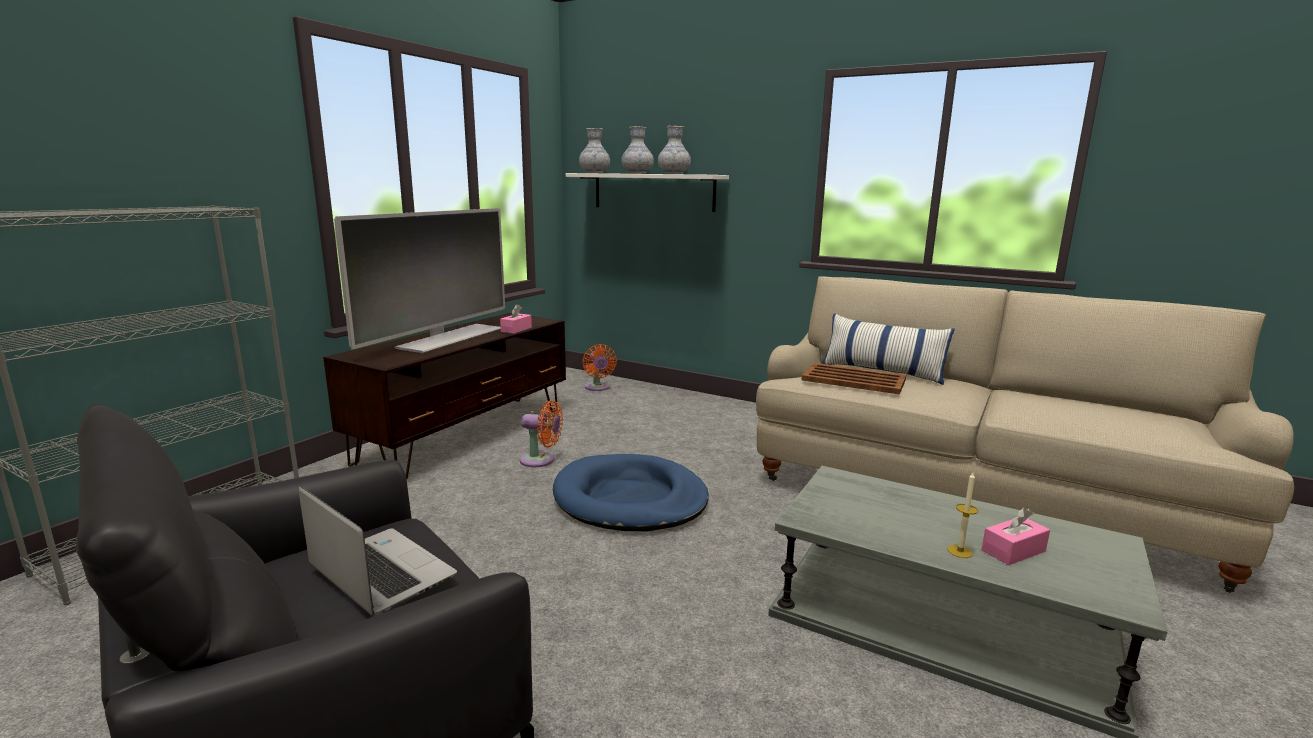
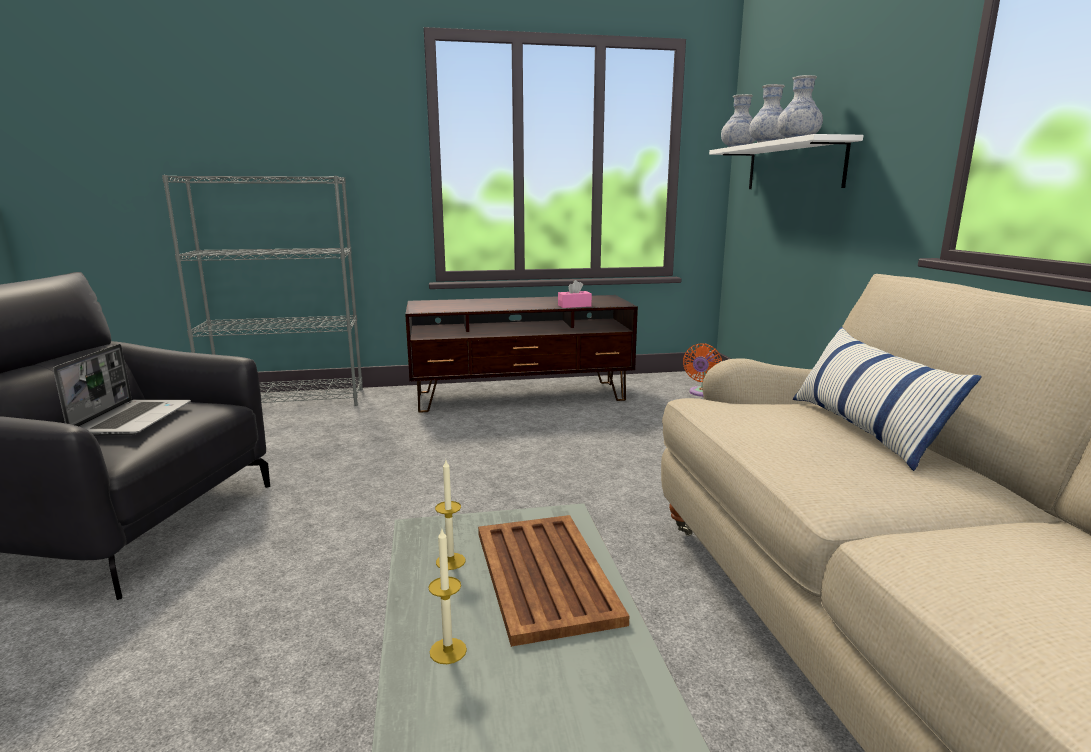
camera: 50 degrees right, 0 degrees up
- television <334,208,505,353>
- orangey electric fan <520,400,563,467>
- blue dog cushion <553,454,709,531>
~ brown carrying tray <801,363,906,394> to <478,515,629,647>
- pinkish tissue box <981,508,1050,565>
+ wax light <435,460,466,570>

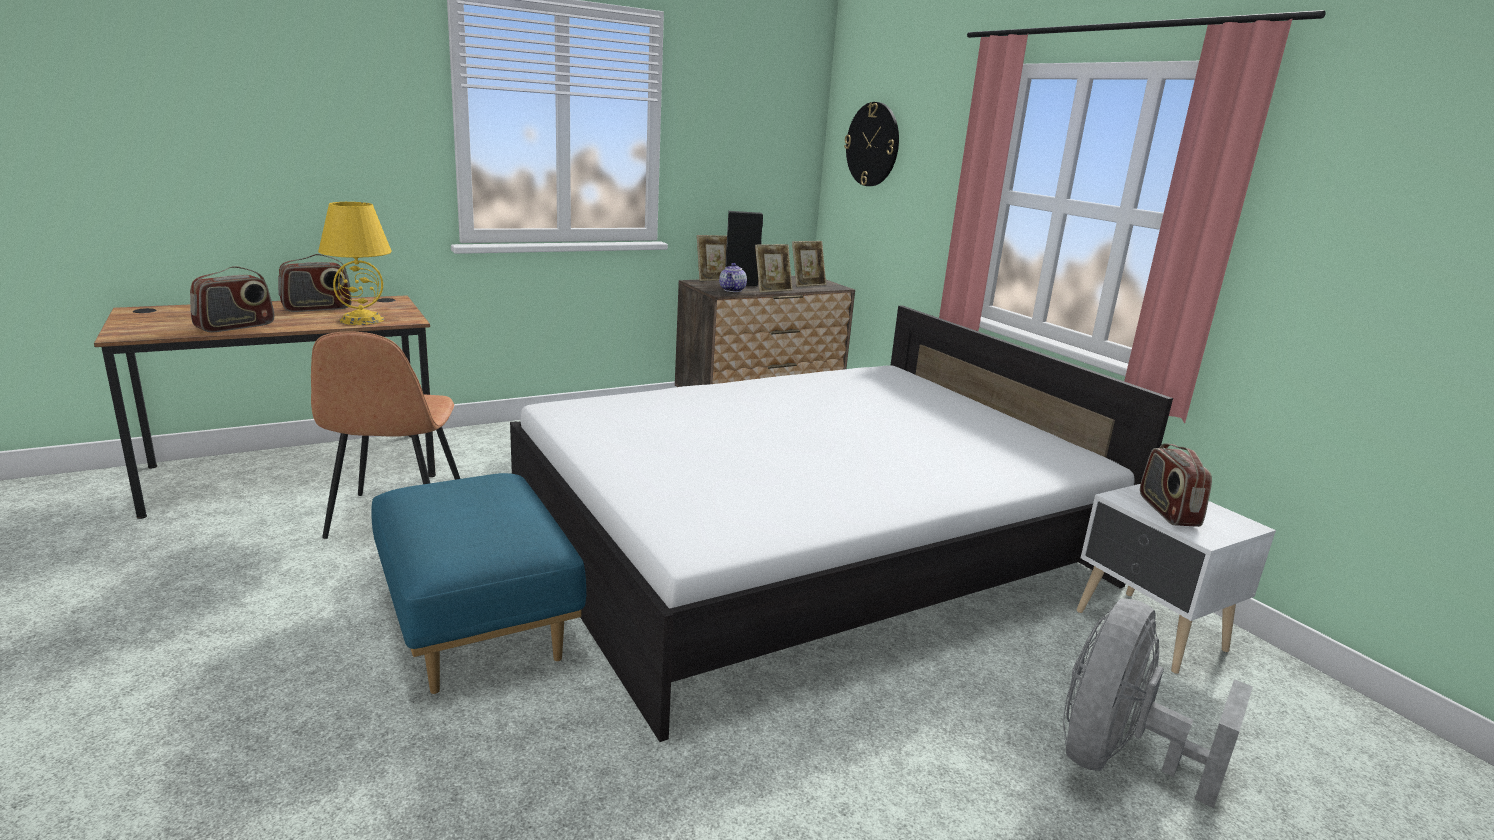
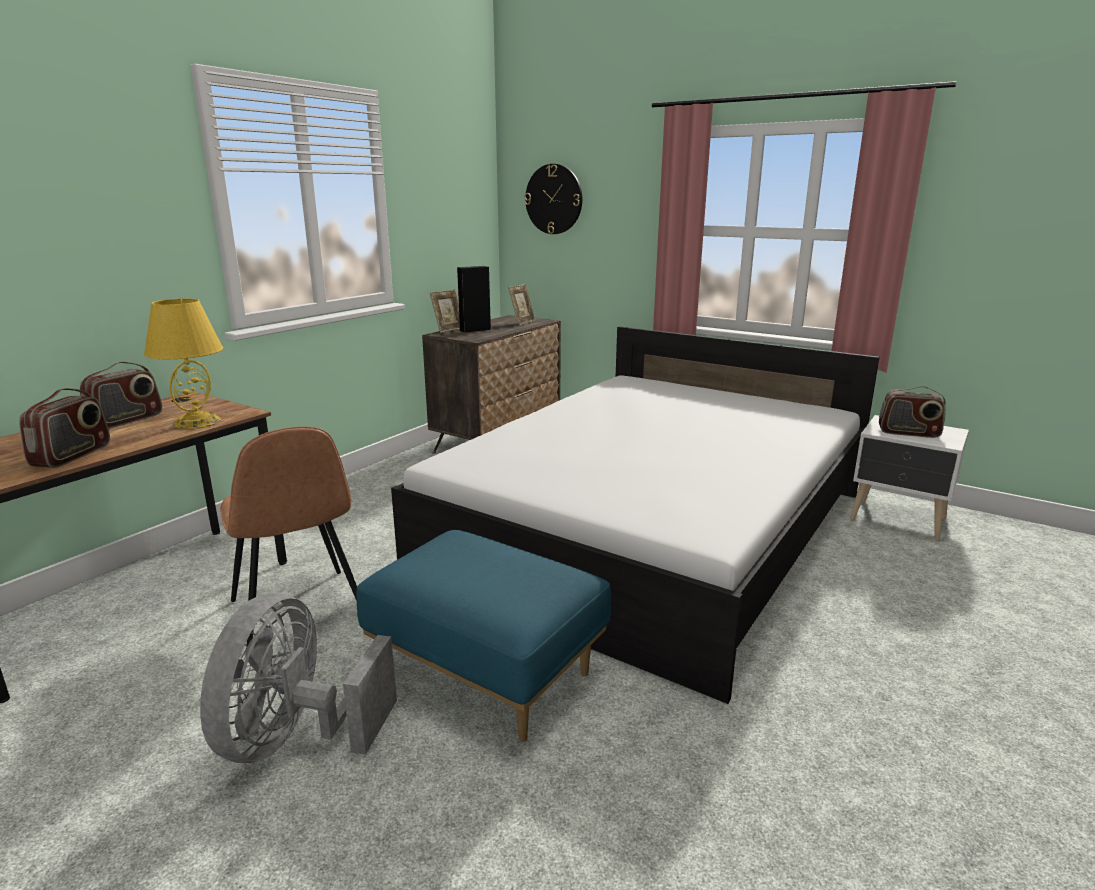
camera: 25 degrees left, 0 degrees up
- pot for tea <719,263,747,292>
- picture frame <755,244,793,293>
~ grey electric fan <1063,598,1253,808> to <200,593,397,763>
~ radio receiver <1140,443,1212,527> = <879,386,946,438> 45 degrees counterclockwise

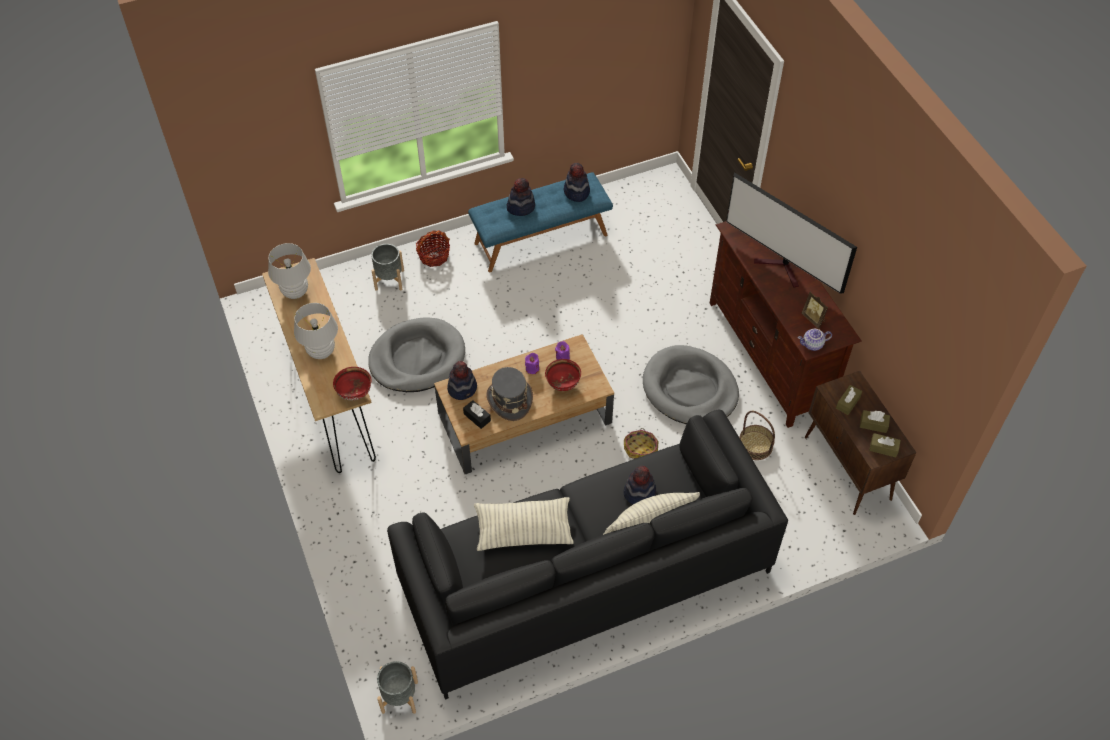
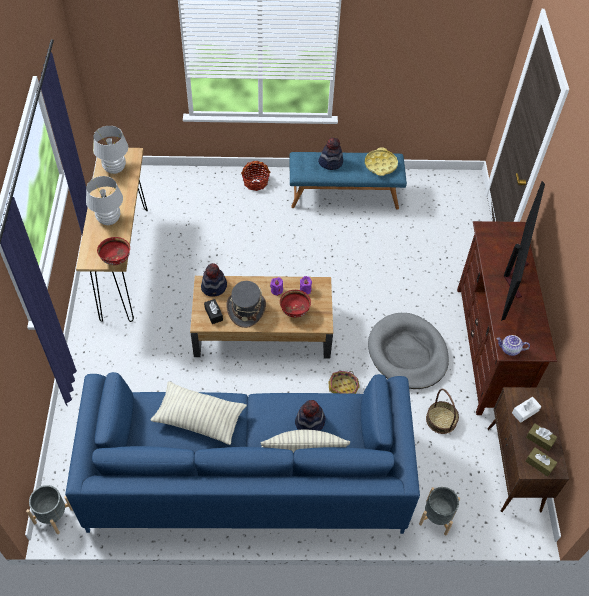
camera: 20 degrees right, 0 degrees up
- grey dog cushion <368,318,465,392>
~ grey planter <371,244,404,290> to <419,487,460,535>
~ blackish couch <387,409,788,700> to blue couch <65,372,420,534>
~ hat <564,163,590,202> to yellowish carrying tray <365,147,398,176>
~ television <726,172,857,293> = <501,181,545,321> 135 degrees counterclockwise
- picture frame <801,291,828,329>
~ brown tissue box <836,385,862,415> to whitish tissue box <512,397,541,423>

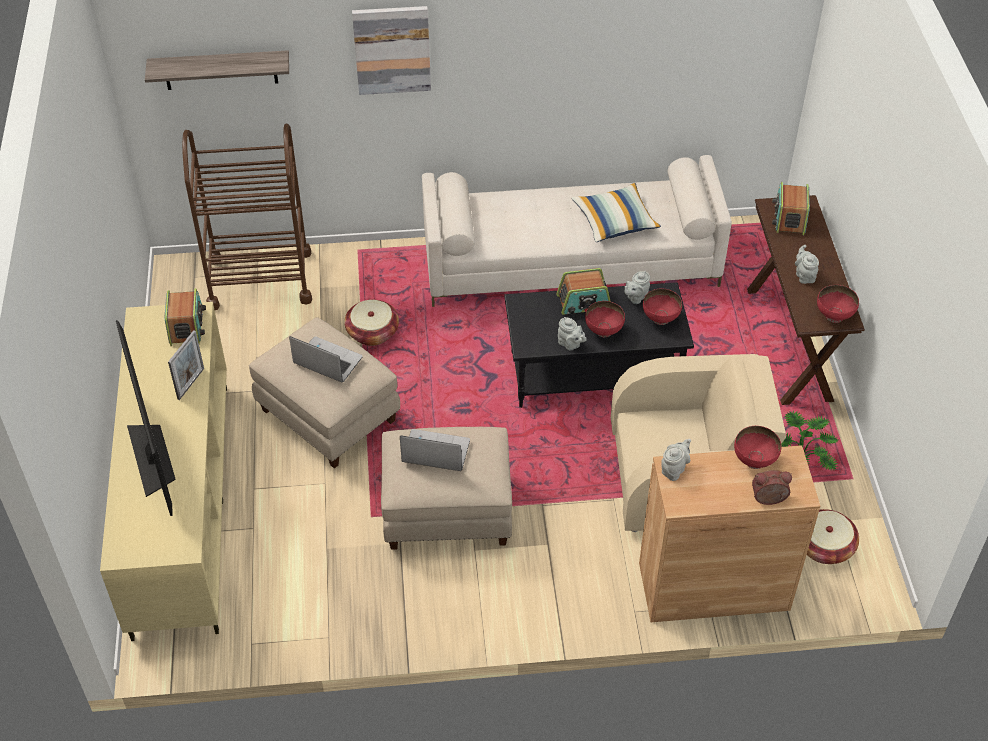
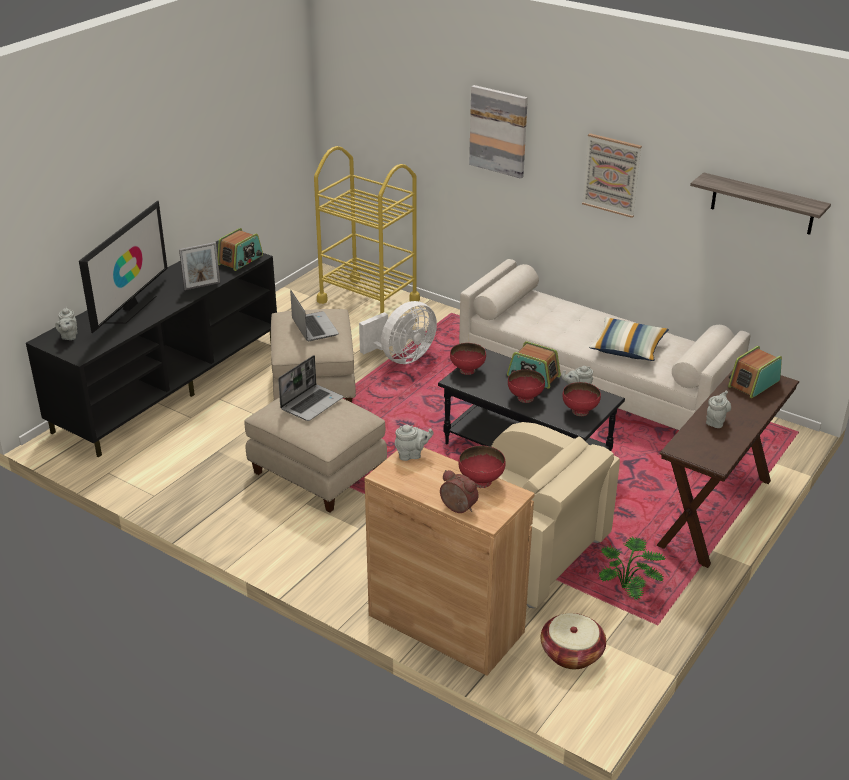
camera: 40 degrees right, 15 degrees down
~ sand-coloured tv stand <100,302,227,641> to blackish tv stand <26,240,277,457>
~ bracket shelf <145,50,289,90> to <690,173,831,235>
~ brown trolley <182,124,312,310> to yellowish trolley <314,146,420,314>
~ household basket <344,300,399,346> to whitish electric fan <359,301,437,364>
~ portable computer <400,429,470,471> = <278,355,343,421> 75 degrees clockwise
~ grey pot for tea <558,317,587,351> to <55,307,78,340>
~ reddish deep dish <817,285,859,323> to <450,343,486,375>
+ wall picture <582,133,642,218>

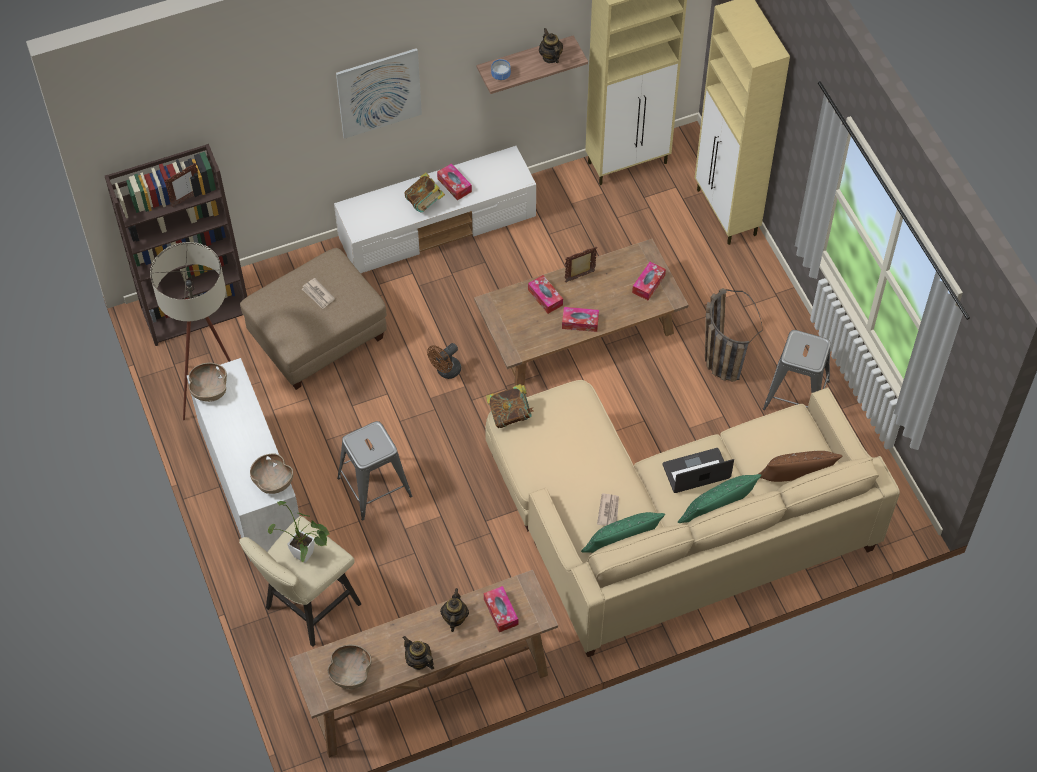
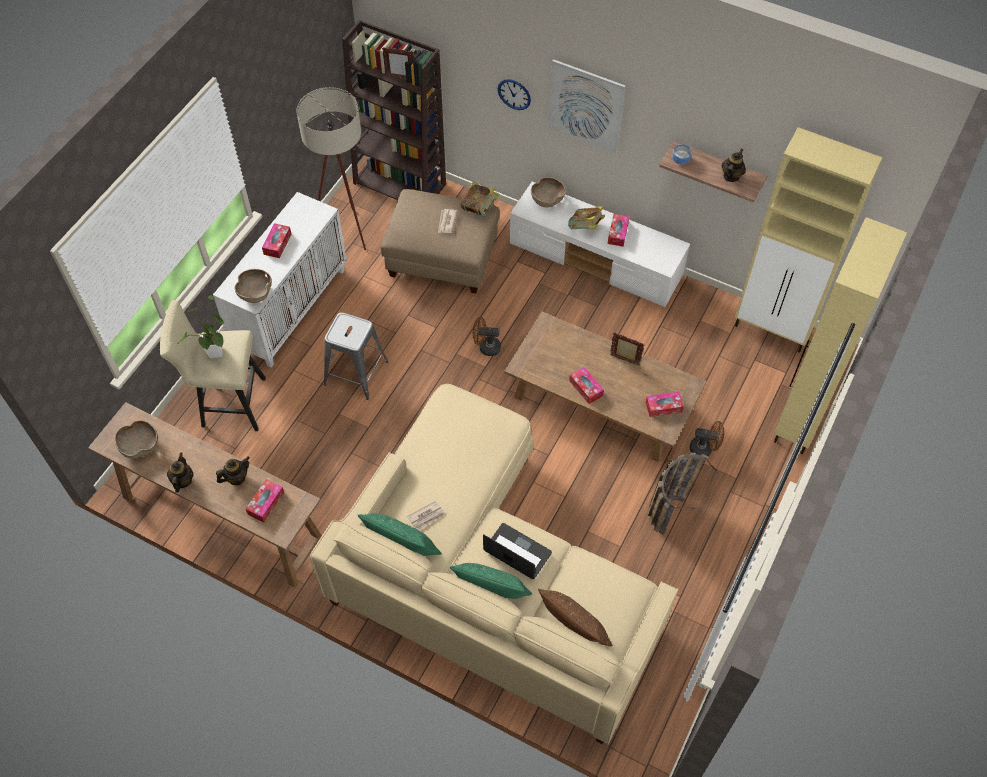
camera: 50 degrees right, 0 degrees up
~ brown deep dish <189,363,227,402> to <531,177,566,208>
~ bound book <486,384,534,428> to <461,182,500,216>
~ tissue box <528,275,563,314> to <262,223,291,258>
- grey stool <763,330,831,410>
+ clock on the wall <497,79,531,110>
+ brown electric fan <690,421,724,457>

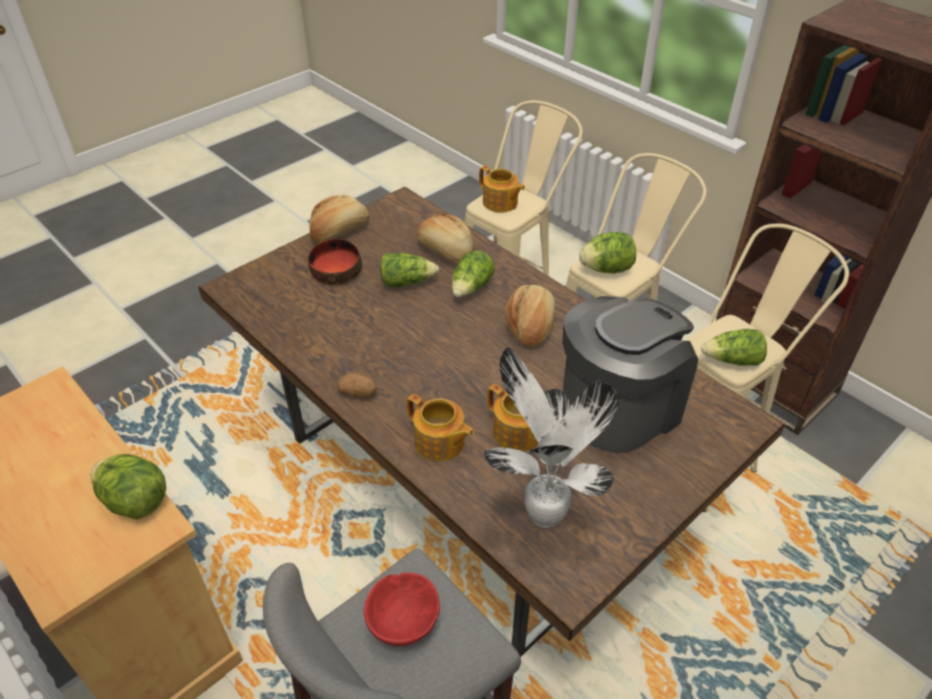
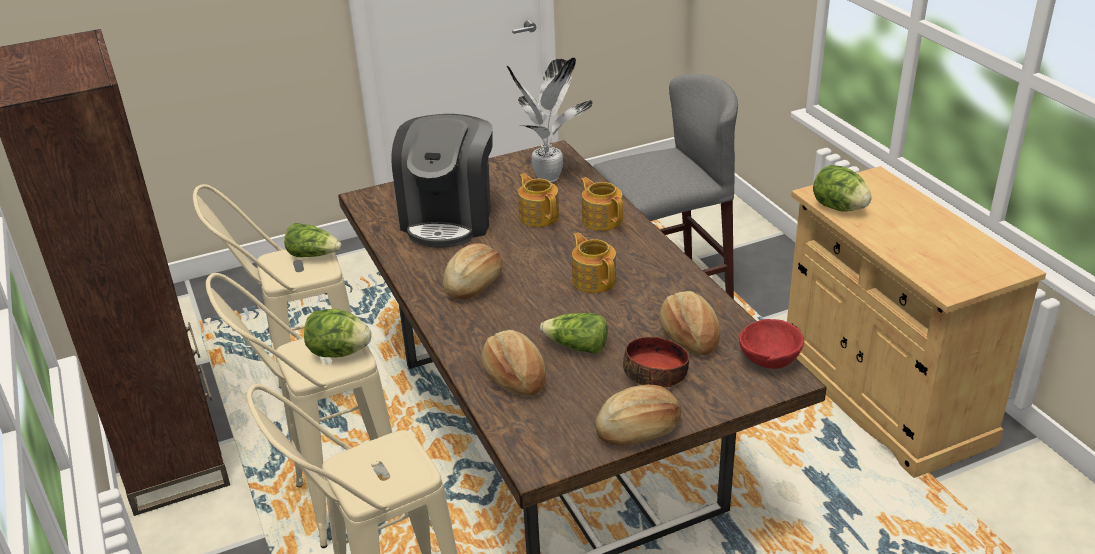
camera: 160 degrees left, 10 degrees down
- spud <337,373,377,398>
~ reddish deep dish <364,572,440,646> to <739,319,804,369>
- lettuce head <452,251,495,297>
~ pot for tea <479,166,525,213> to <572,233,616,293>
~ coffee brewer <562,296,698,453> = <391,114,493,248> 60 degrees counterclockwise
+ bakery bread <659,291,721,355>

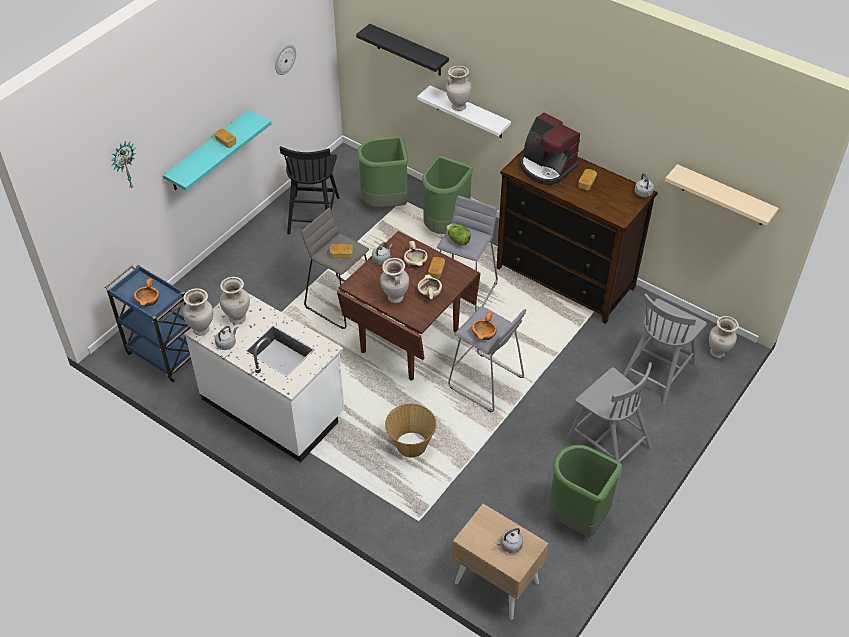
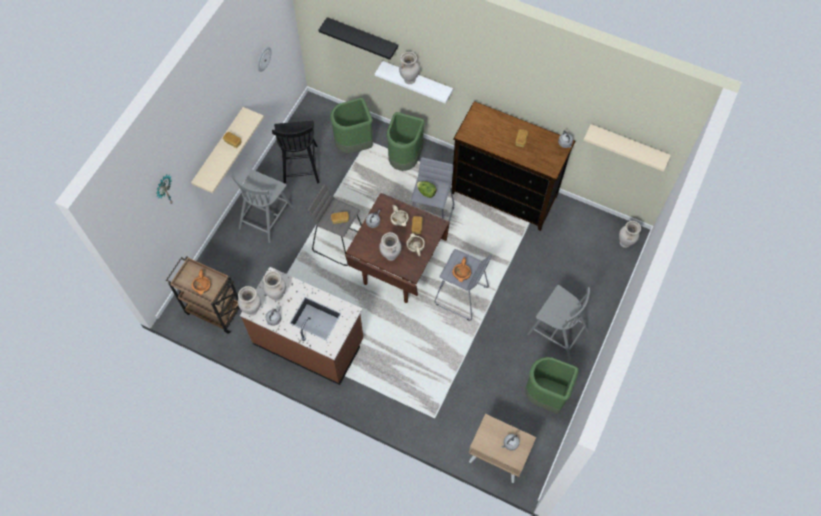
camera: 10 degrees left, 15 degrees up
~ blue trolley <105,264,191,382> to brown trolley <166,256,239,334>
~ turquoise-coloured bracket shelf <163,110,271,191> to sand-coloured bracket shelf <191,107,264,193>
~ whitish counter <184,293,344,462> to brown counter <240,267,363,385>
- household basket <385,404,436,458>
- coffee brewer <520,112,580,185>
~ grey plain chair <623,294,707,404> to <232,170,293,243>

